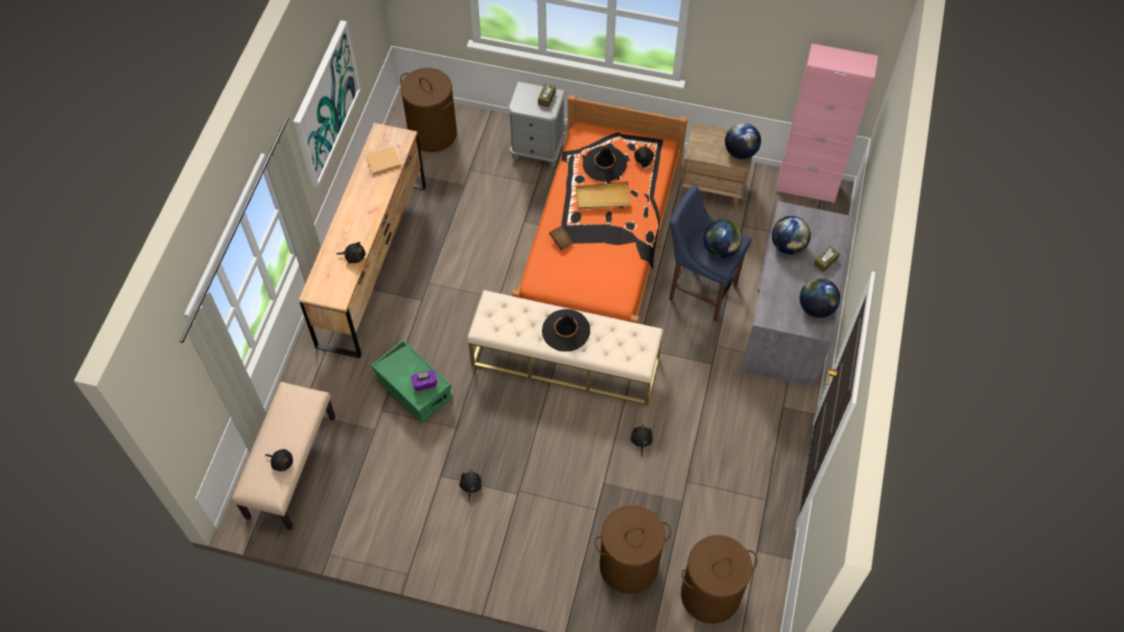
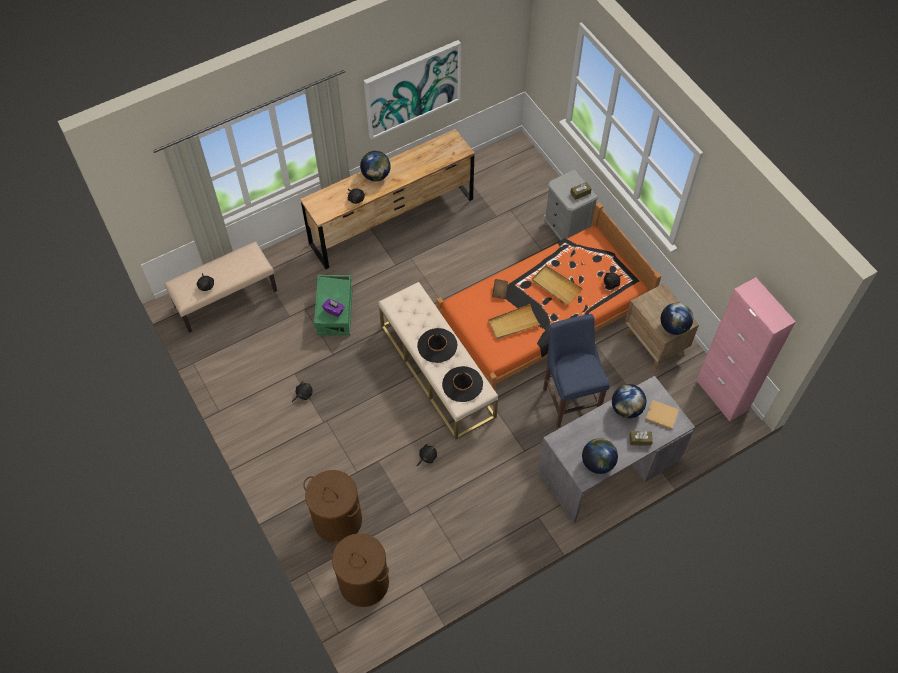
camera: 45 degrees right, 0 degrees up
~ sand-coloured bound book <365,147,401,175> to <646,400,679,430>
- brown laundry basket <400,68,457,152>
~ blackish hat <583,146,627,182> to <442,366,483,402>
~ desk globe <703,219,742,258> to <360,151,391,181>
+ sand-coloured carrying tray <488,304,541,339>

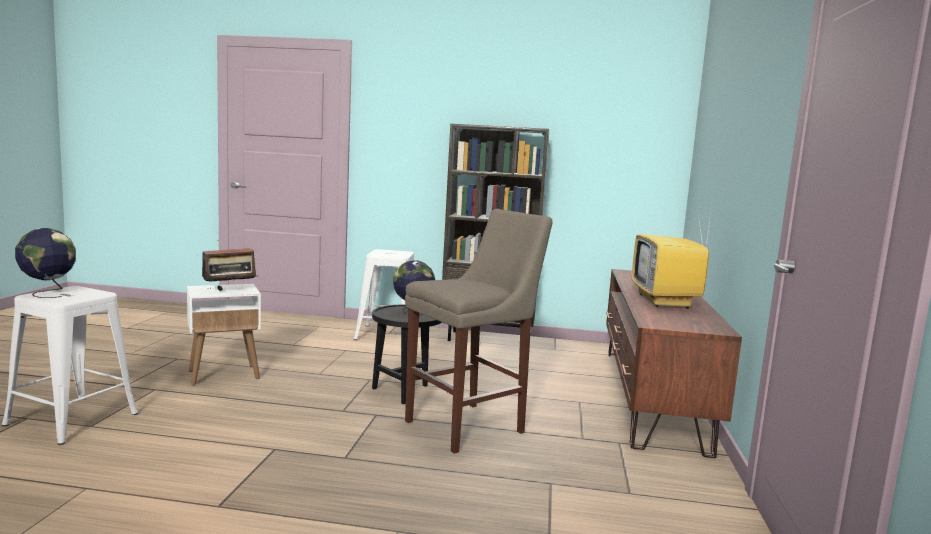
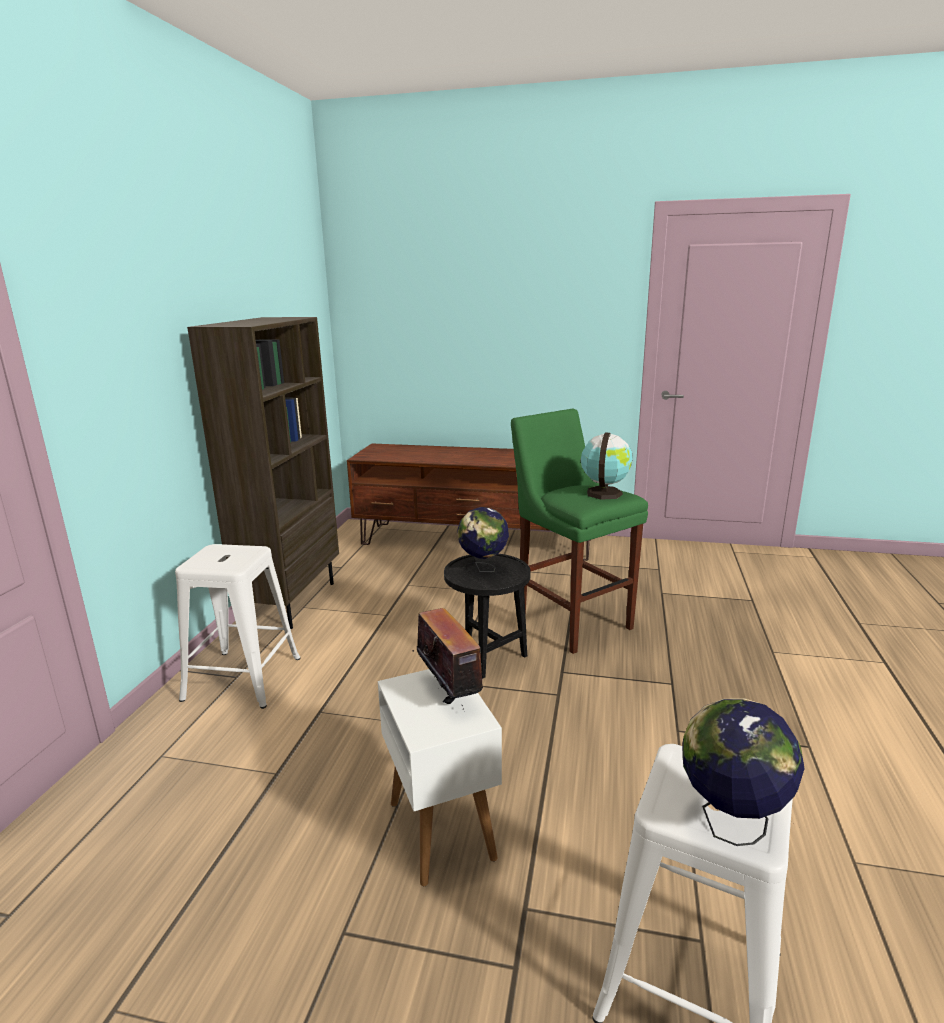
camera: 85 degrees left, 10 degrees up
~ sand-coloured stool <405,209,553,454> to green stool <511,409,648,654>
- television <632,204,712,309>
+ desk globe <581,432,633,500>

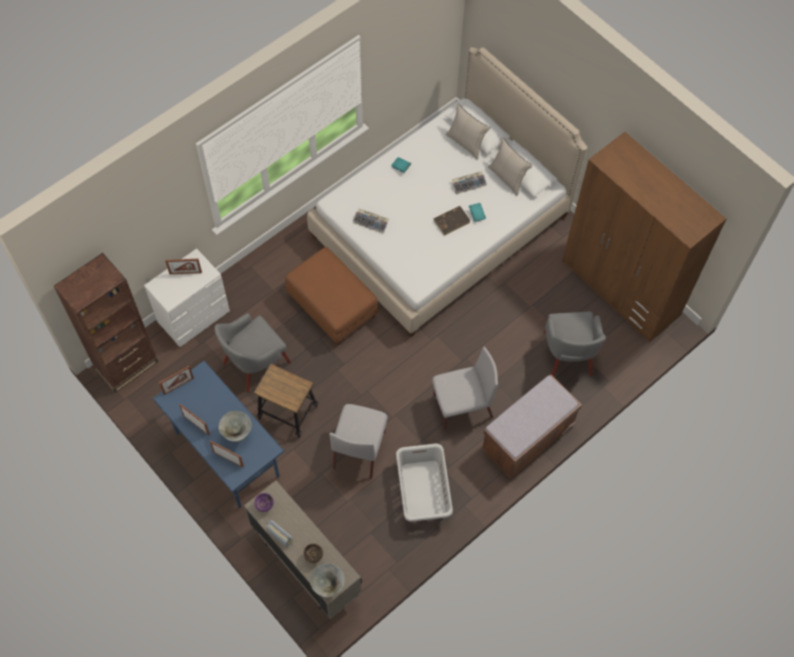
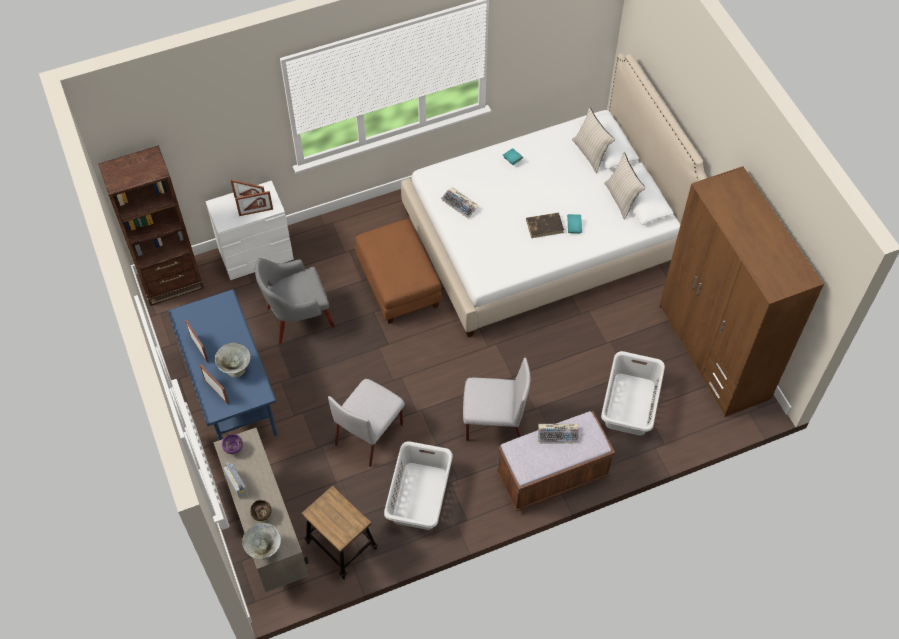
camera: 20 degrees right, 5 degrees down
~ picture frame <159,366,194,395> to <235,191,273,216>
~ stool <254,364,318,438> to <302,485,378,580>
~ computer keyboard <452,171,487,194> to <538,424,579,443>
~ grey lounge chair <544,312,606,377> to grey laundry basket <601,351,665,435>

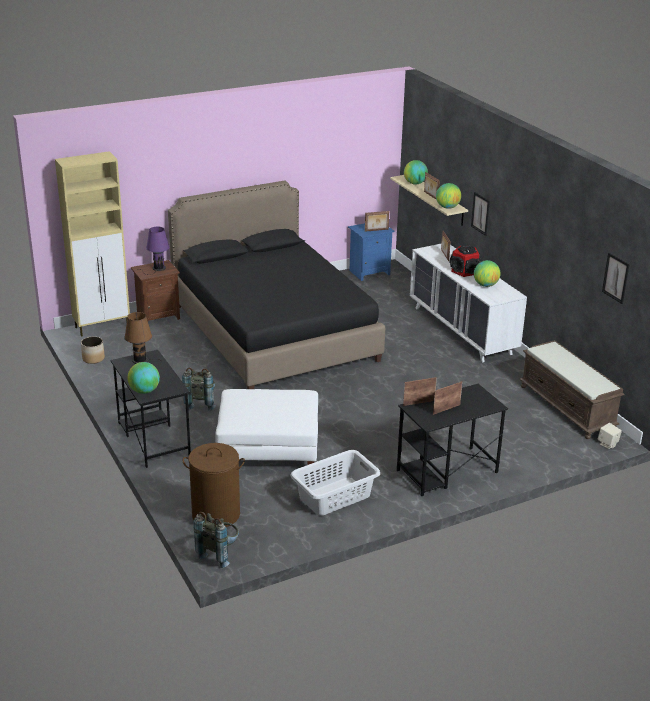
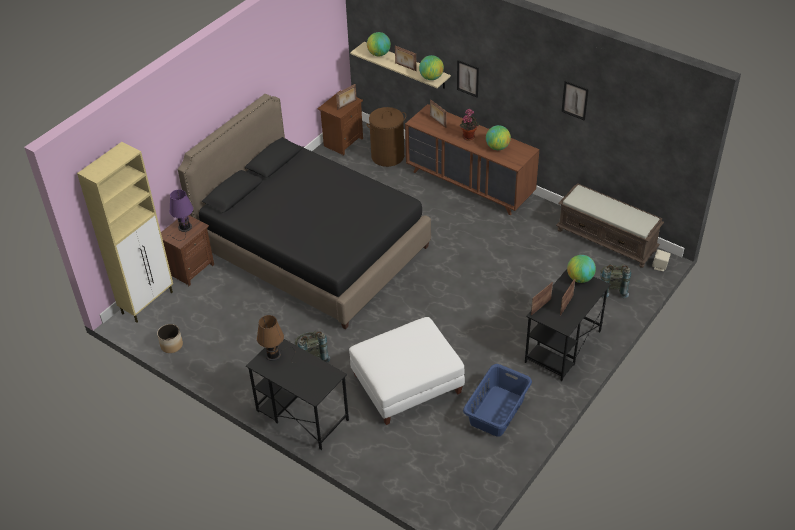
camera: 25 degrees left, 15 degrees up
~ desk globe <127,362,160,394> to <567,255,596,283>
~ brown laundry basket <183,443,245,527> to <366,107,406,167>
~ grey backpack <194,512,239,568> to <600,264,631,298>
~ grey laundry basket <290,450,380,516> to blue laundry basket <463,364,532,437>
~ blue night table <348,223,395,281> to brown night table <317,91,363,155>
~ whitish drawer chest <410,244,527,363> to brown drawer chest <405,104,539,215>
~ speaker <450,245,482,277> to houseplant <459,109,479,140>
~ wall picture <602,253,630,304> to <562,81,589,121>

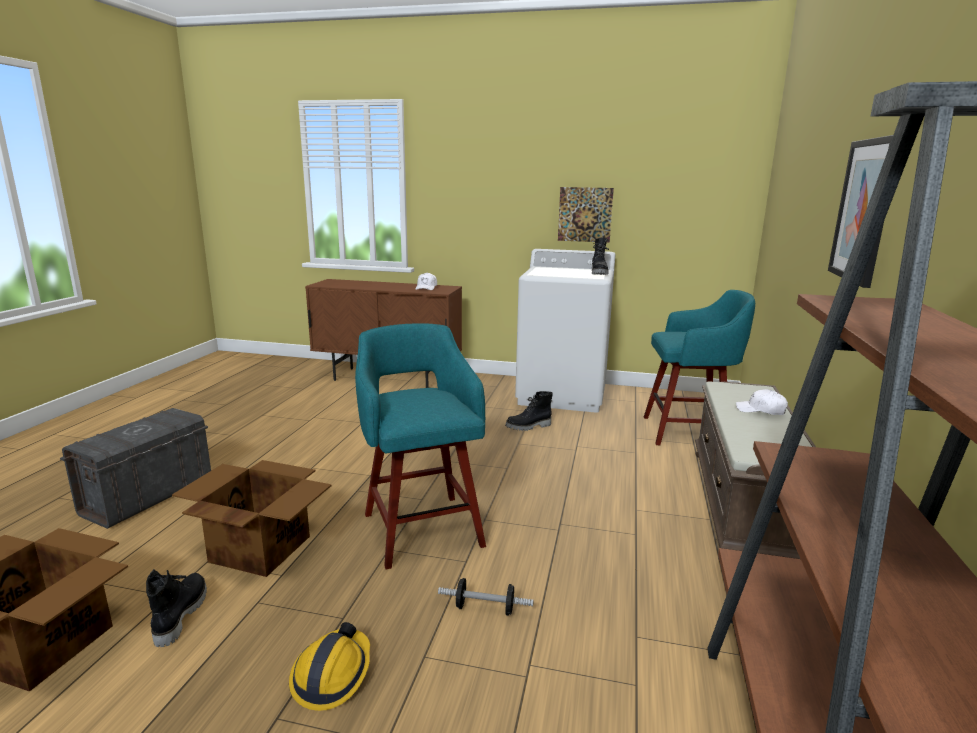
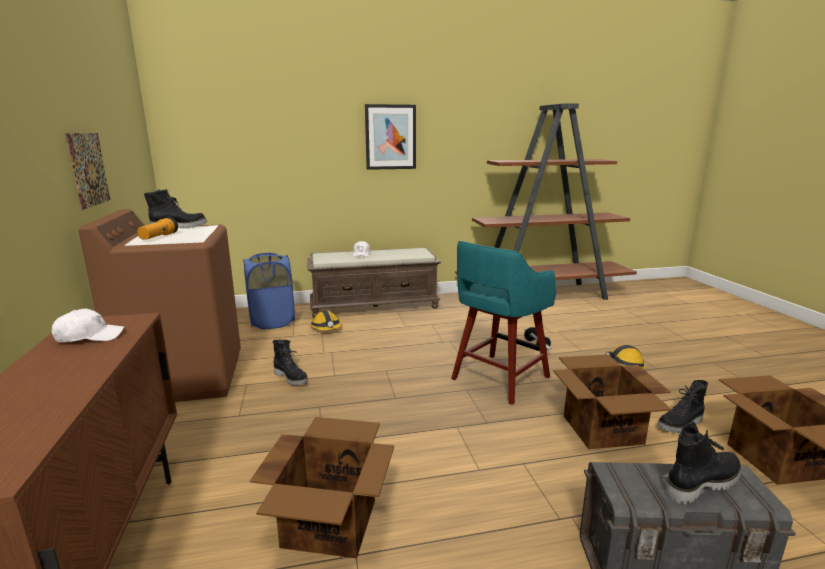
camera: 115 degrees left, 0 degrees up
~ whitish laundry appliance <515,249,616,413> to brown laundry appliance <79,209,241,402>
~ turquoise-coloured stool <644,290,755,445> to blue laundry basket <243,253,295,329>
+ hand torch <137,217,178,240>
+ cardboard box <250,417,394,559>
+ hard hat <310,311,341,331>
+ blackish boot <665,421,741,505>

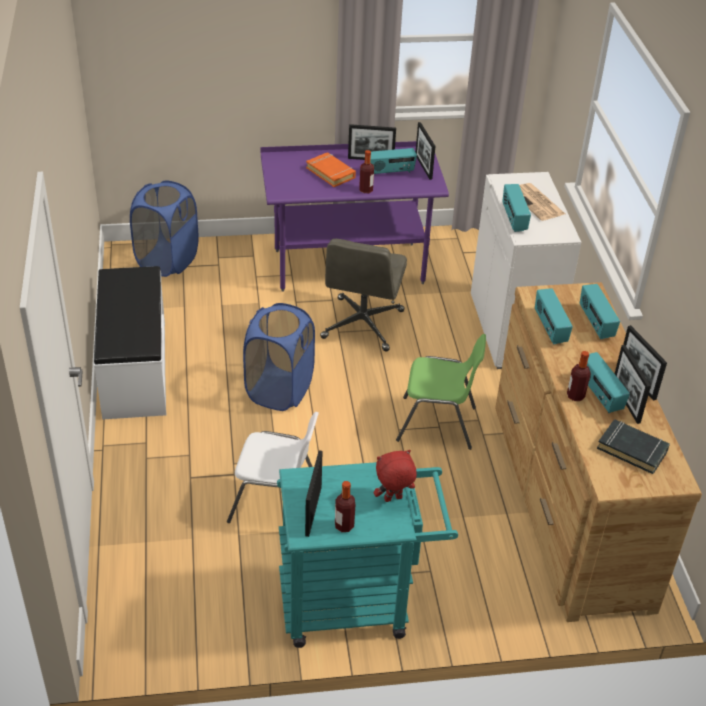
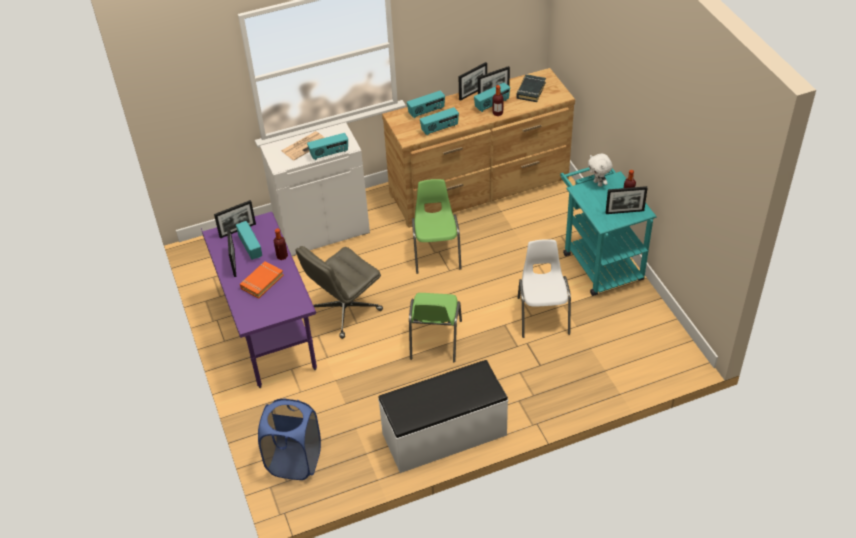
camera: 100 degrees left, 5 degrees up
~ blue laundry basket <243,303,315,411> to green plain chair <409,293,462,362>
~ grey computer chair <320,239,407,351> = <295,246,383,339> 135 degrees clockwise
~ reddish cuddly toy <374,450,417,502> to whitish cuddly toy <588,154,612,187>

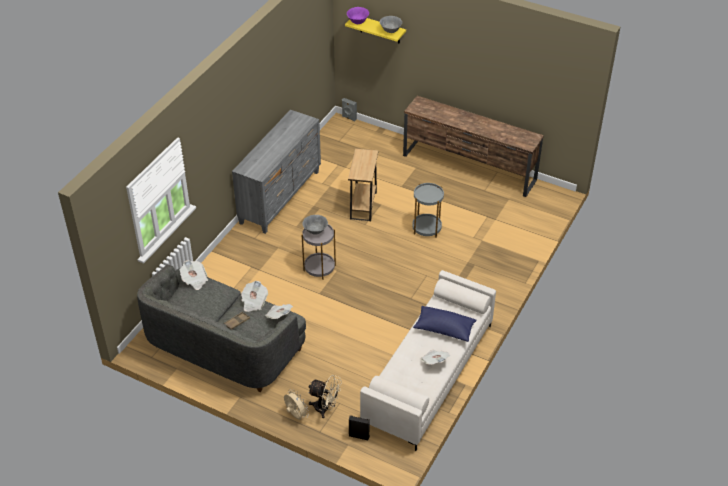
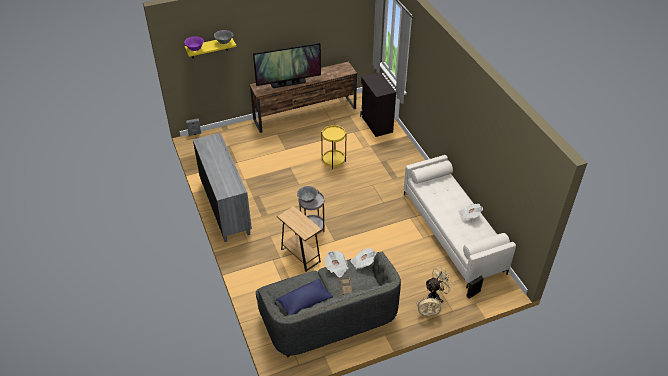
camera: 50 degrees left, 0 degrees up
- daily paper <180,260,208,290>
~ brown accent table <348,148,378,221> to <277,206,322,272>
~ grey accent table <412,183,444,237> to yellowish accent table <321,124,346,169>
~ blue throw pillow <413,306,476,342> to <276,279,333,315>
+ television <253,43,321,88>
+ blackish cabinet <360,72,396,137>

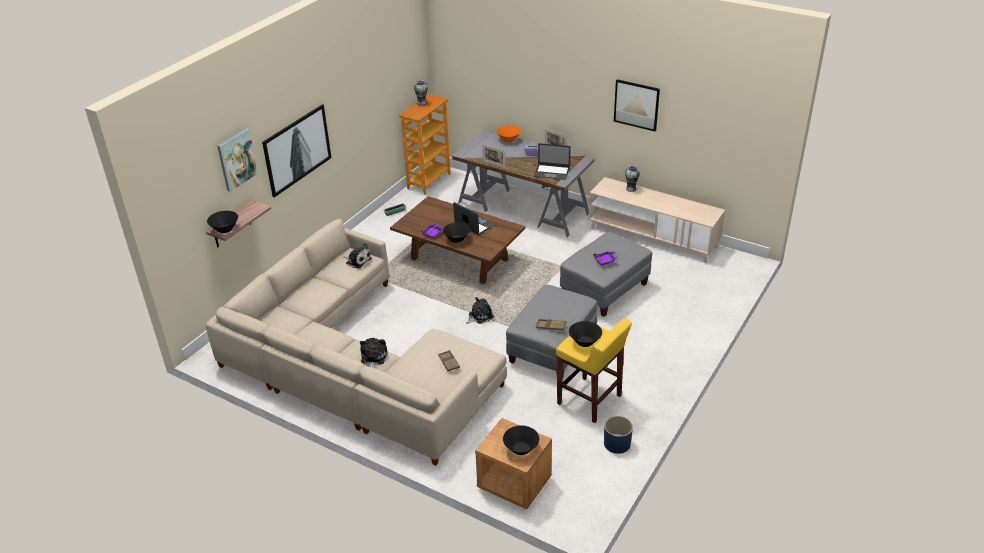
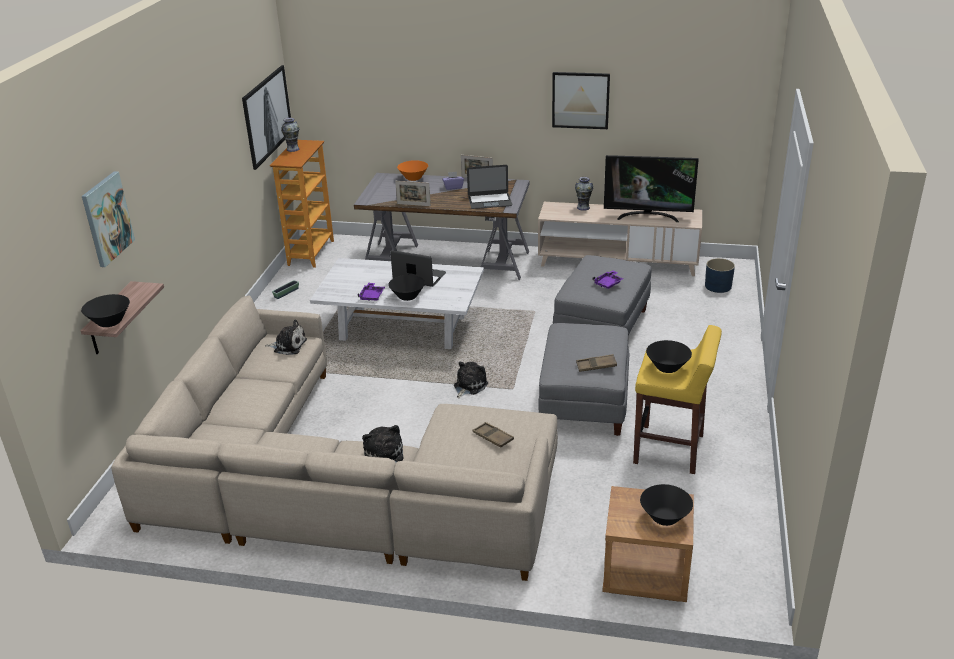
camera: 20 degrees left, 5 degrees down
~ wall picture <262,104,331,197> to <242,65,291,170>
~ brown low table <390,196,525,284> to whitish low table <310,258,484,349>
~ blue planter <604,416,633,454> to <705,258,735,293>
+ television <604,155,699,222>

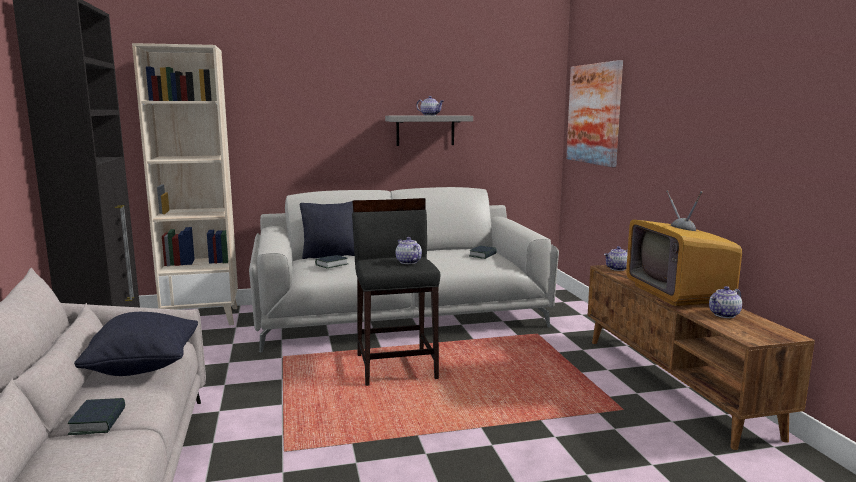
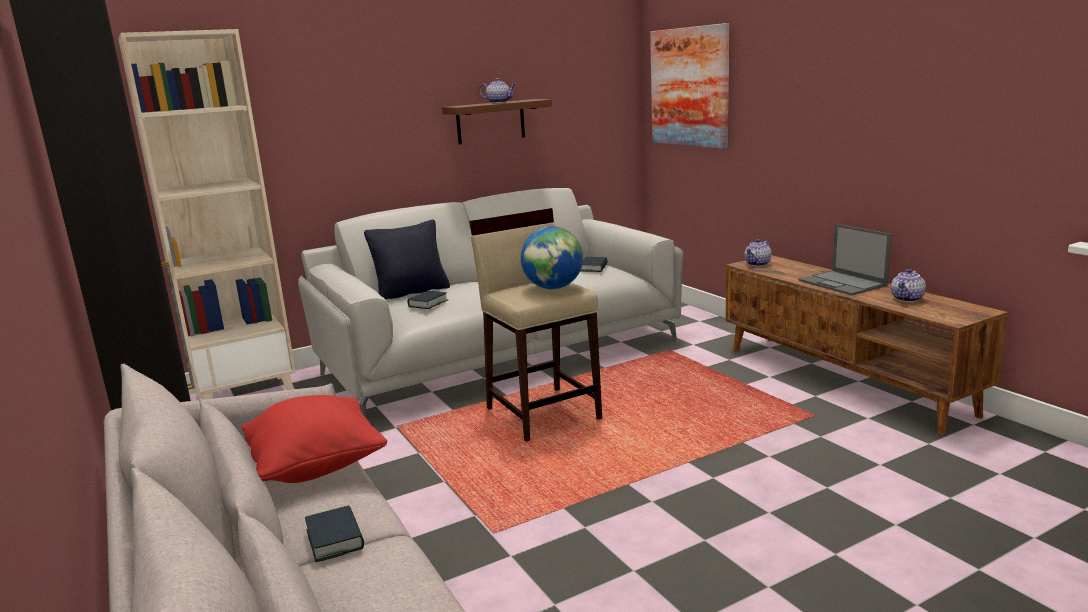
camera: 15 degrees left, 5 degrees up
~ blackish throw pillow <74,312,198,376> to reddish throw pillow <241,395,387,483>
~ blackish stool <352,198,441,386> to sand-coloured stool <469,208,602,442>
~ grey bracket shelf <385,115,473,146> to brown bracket shelf <442,99,552,144>
~ pot for tea <396,237,422,264> to desk globe <521,226,583,289>
~ television <626,190,742,306> to portable computer <799,224,892,296>

